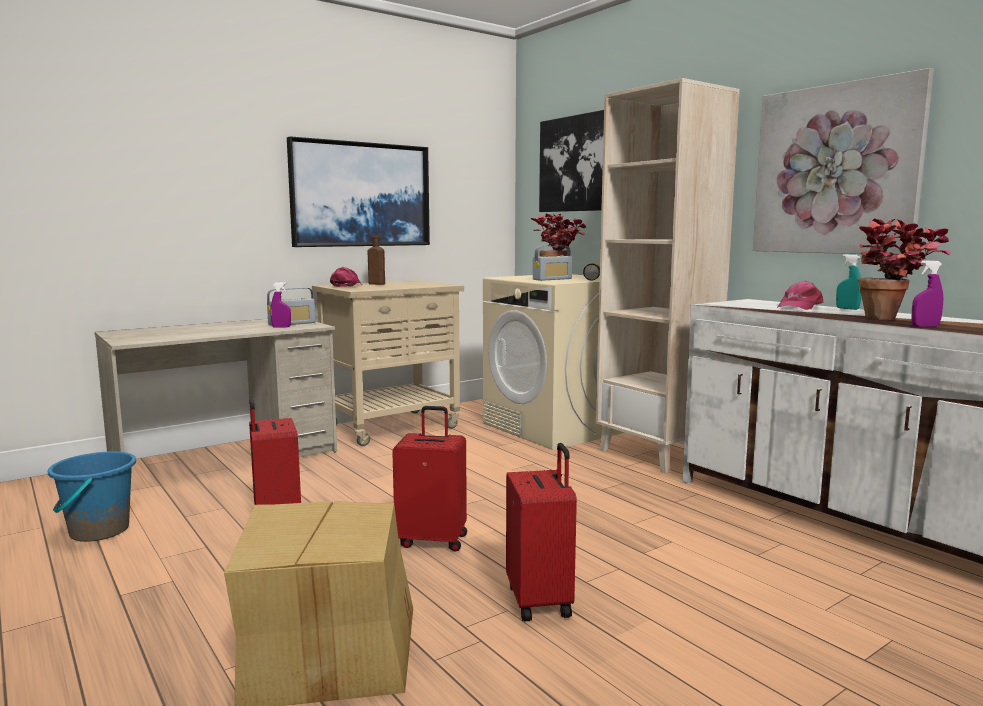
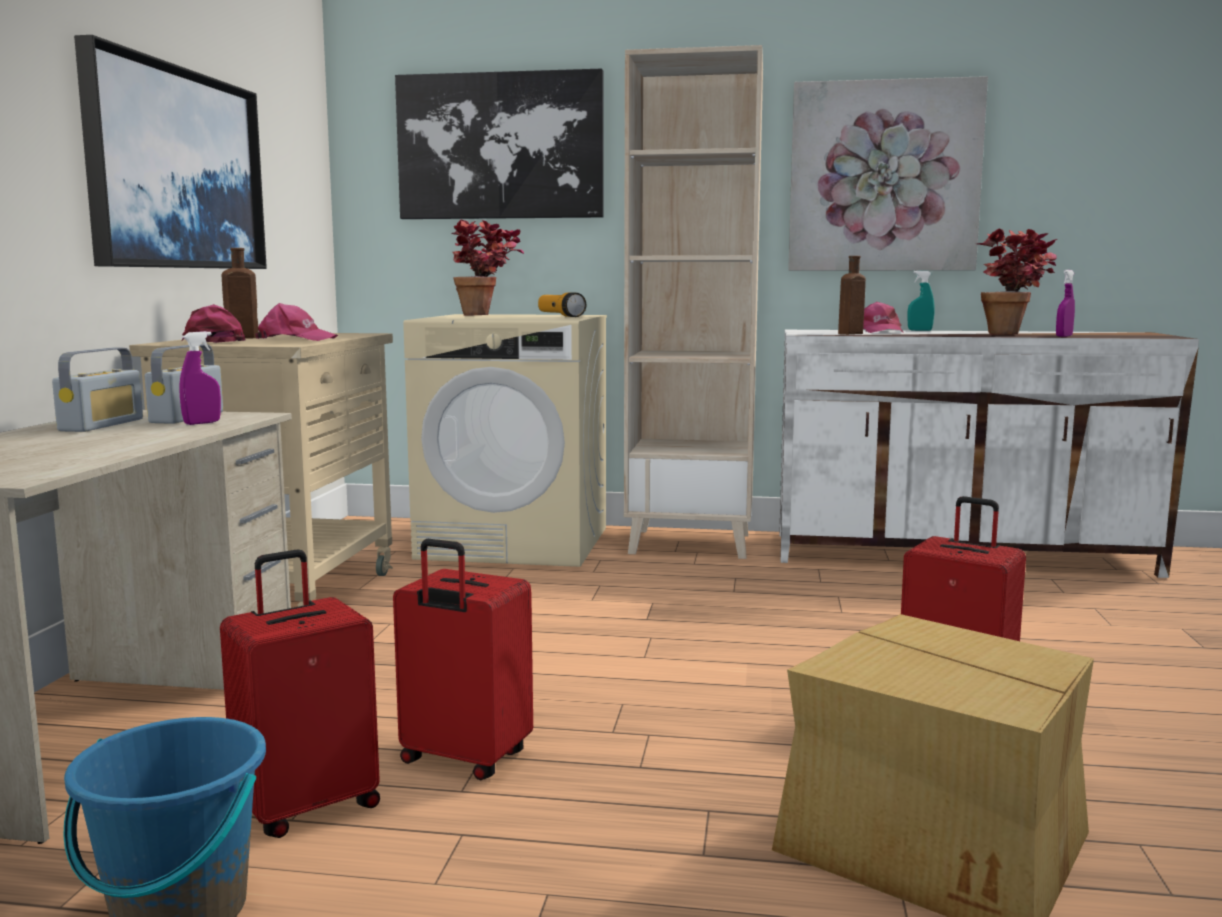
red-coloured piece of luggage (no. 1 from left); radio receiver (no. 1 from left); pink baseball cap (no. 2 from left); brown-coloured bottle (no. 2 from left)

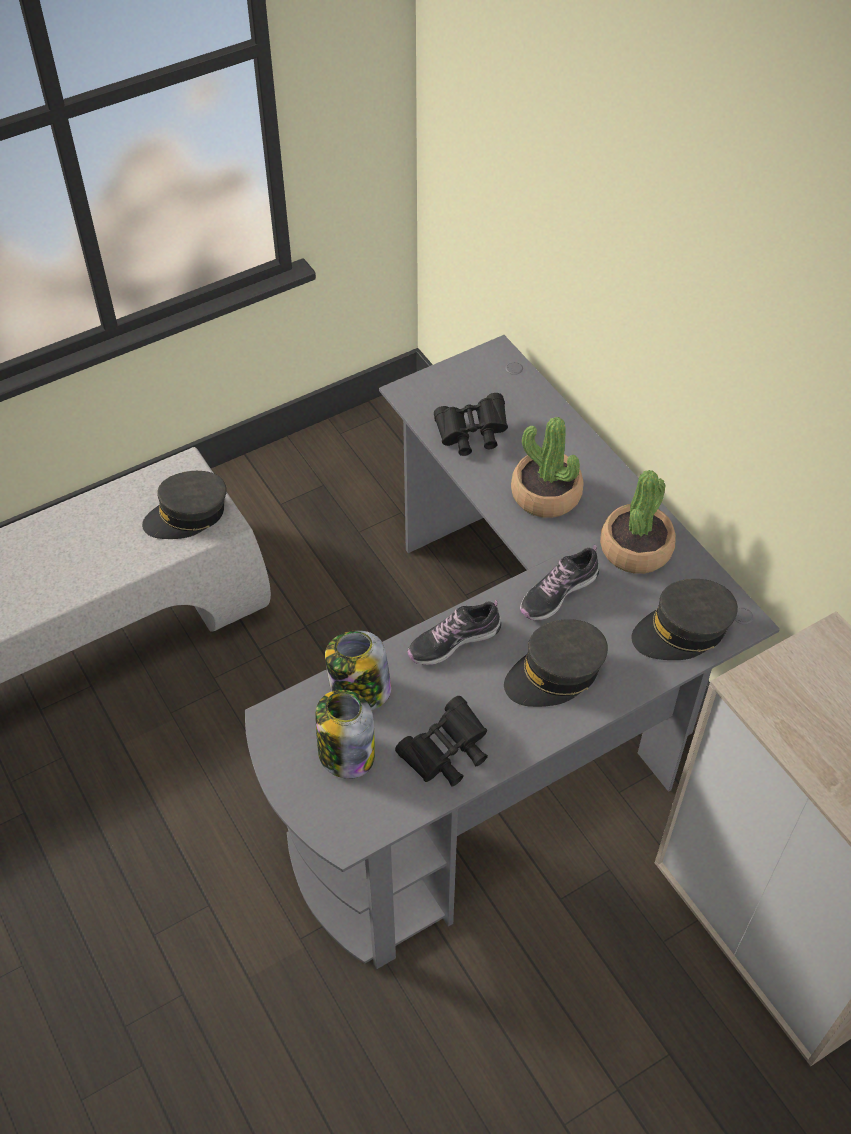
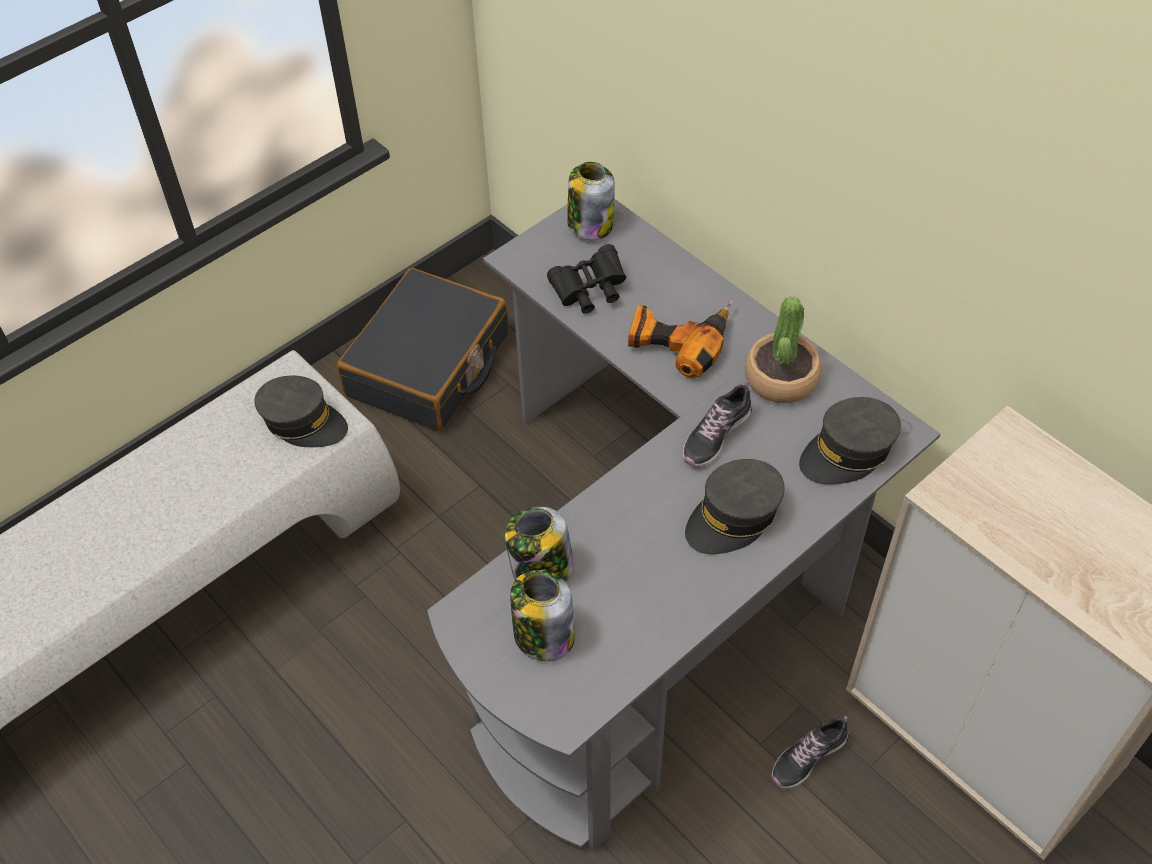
greyish baseball cap (no. 1 from left); black pair of binoculars (no. 1 from left in the first image); shoe (no. 2 from left); power drill; black piece of luggage; storage jar (no. 3 from left)

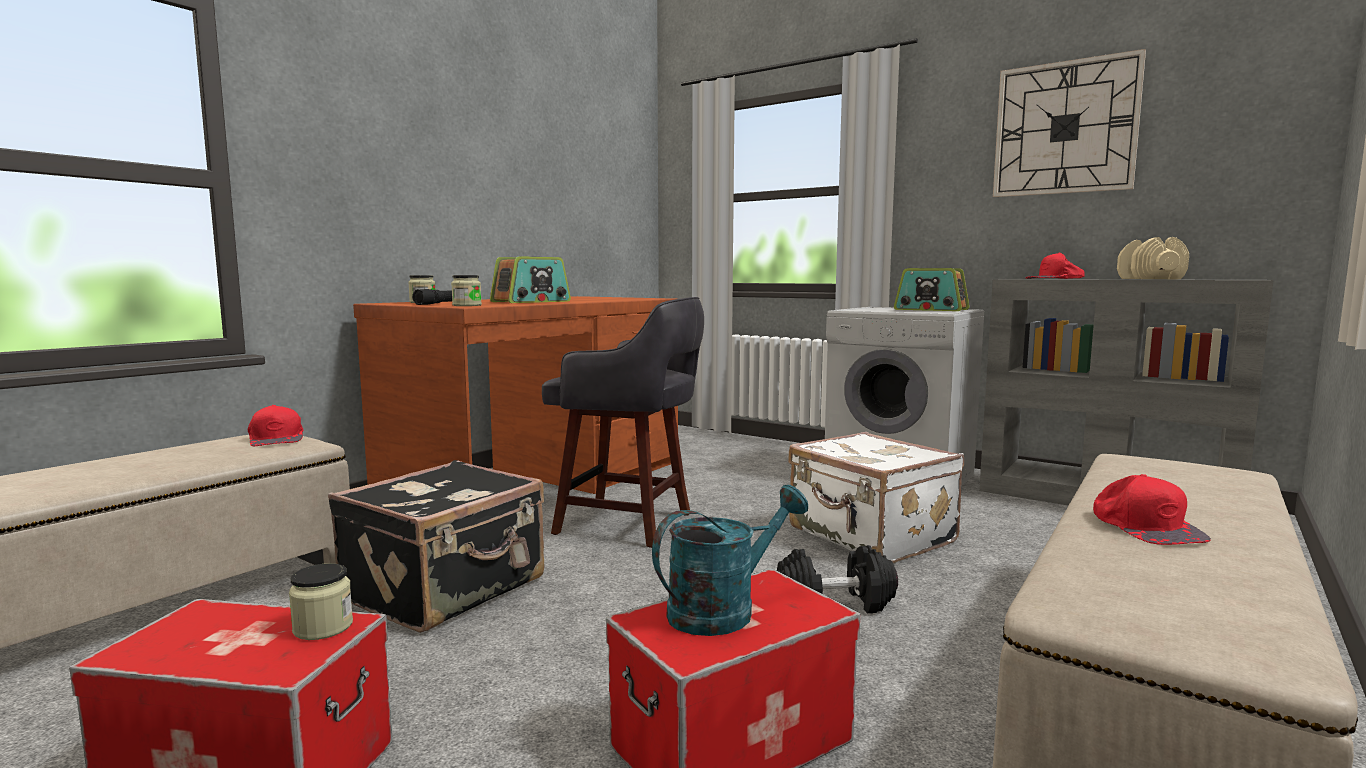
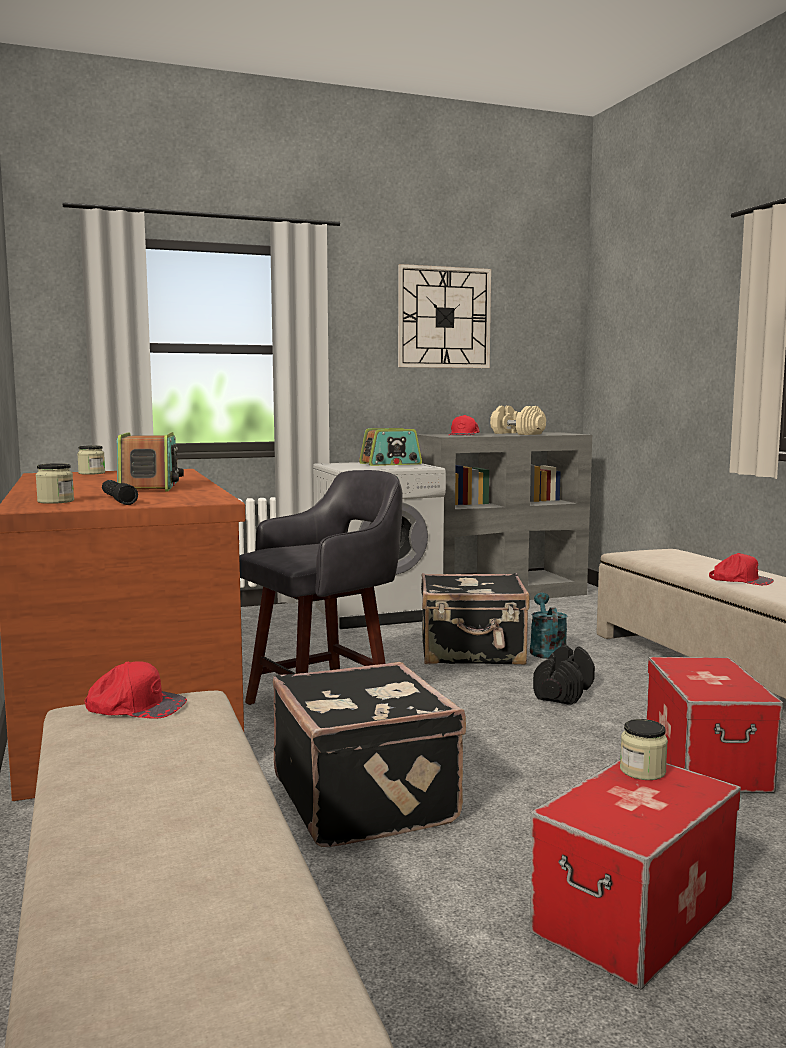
storage jar (no. 2 from left); turquoise watering pot; black piece of luggage (no. 2 from left)

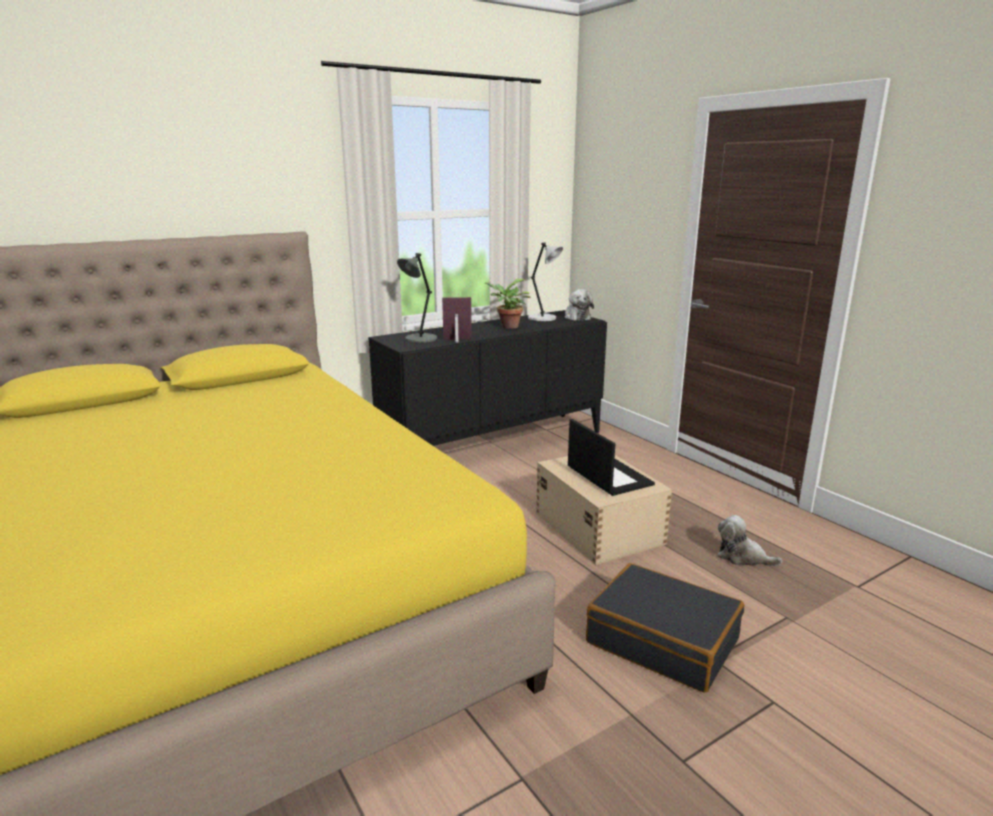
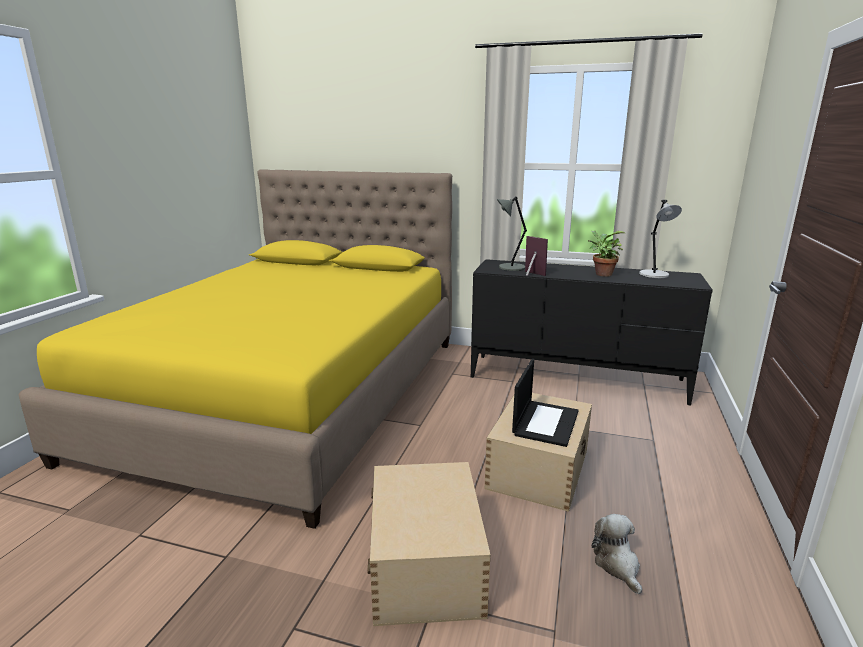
plush toy (no. 1 from left in the first image); sand-coloured storage container (no. 1 from left)

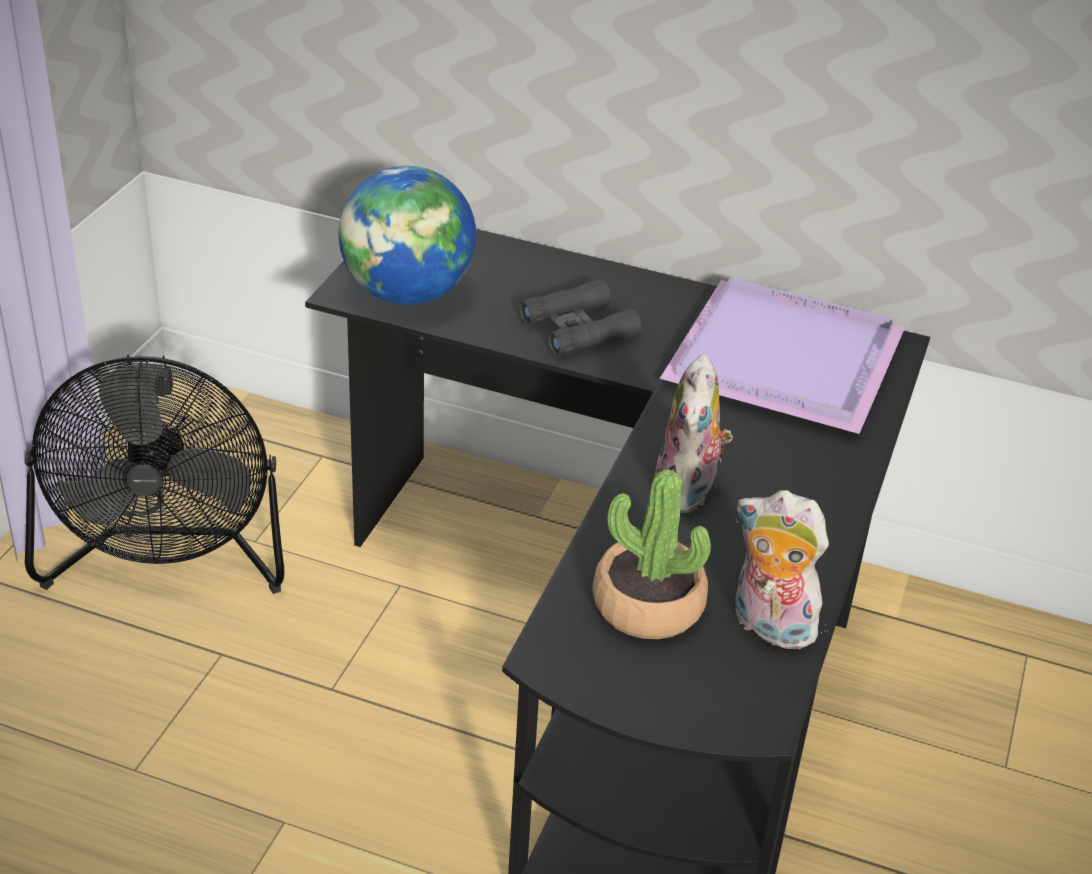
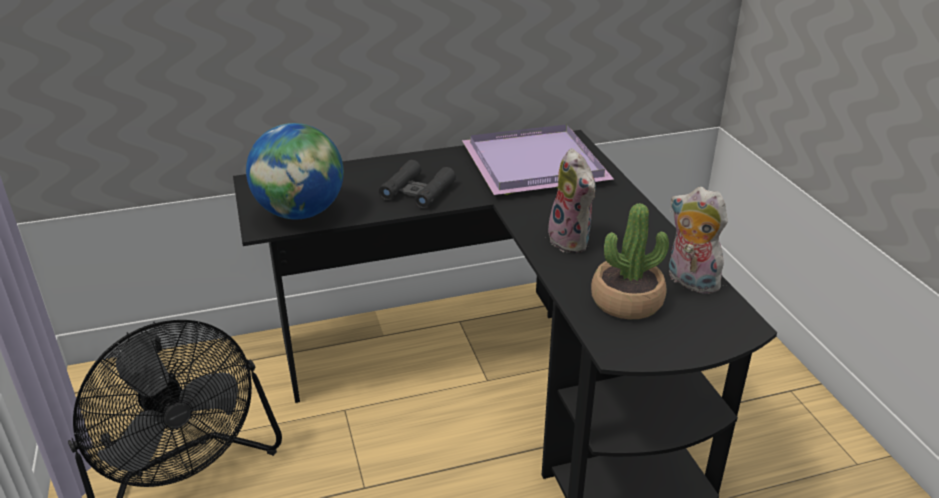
plush toy (no. 2 from left)

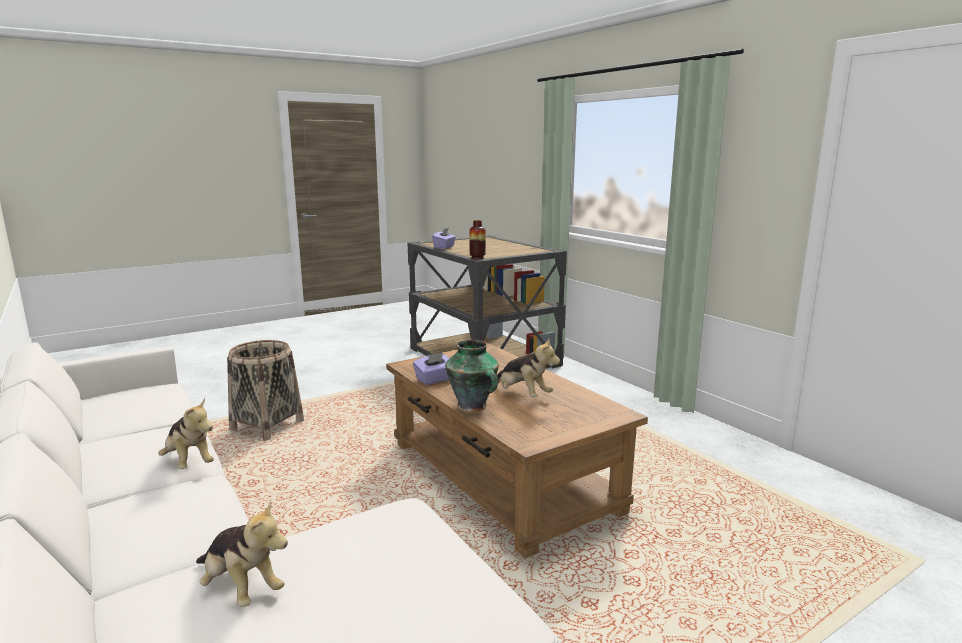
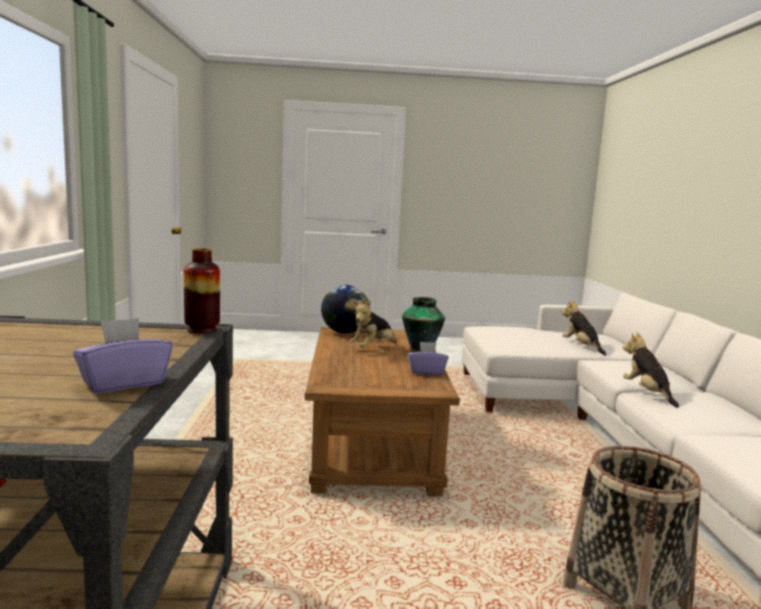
plush toy (no. 1 from left); globe

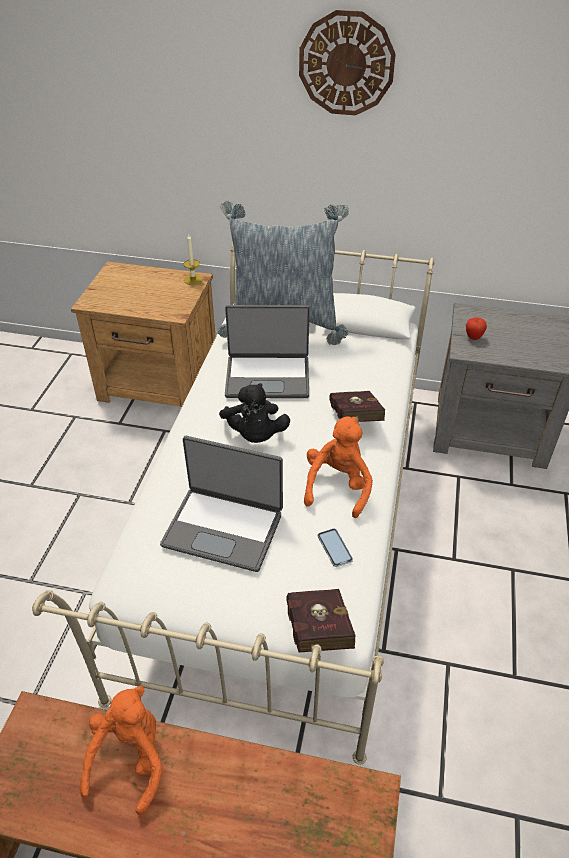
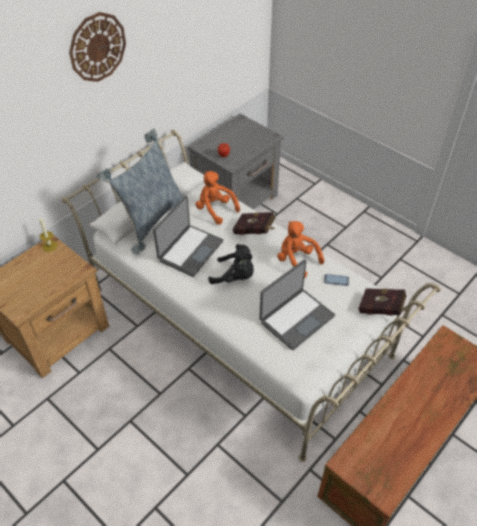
orange plush toy (no. 1 from left)

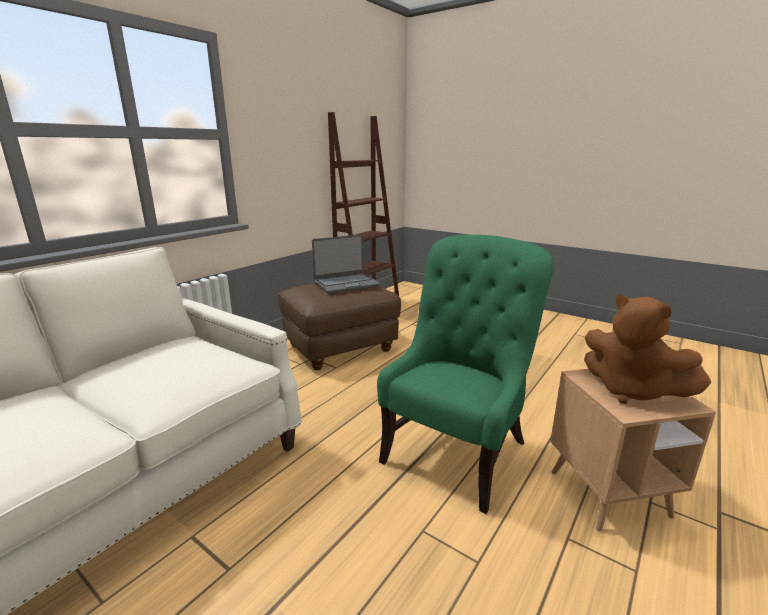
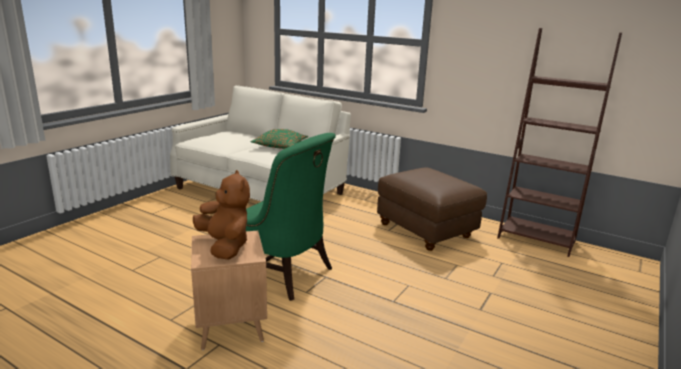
notebook computer; brown-coloured plush toy; green-coloured cushion

